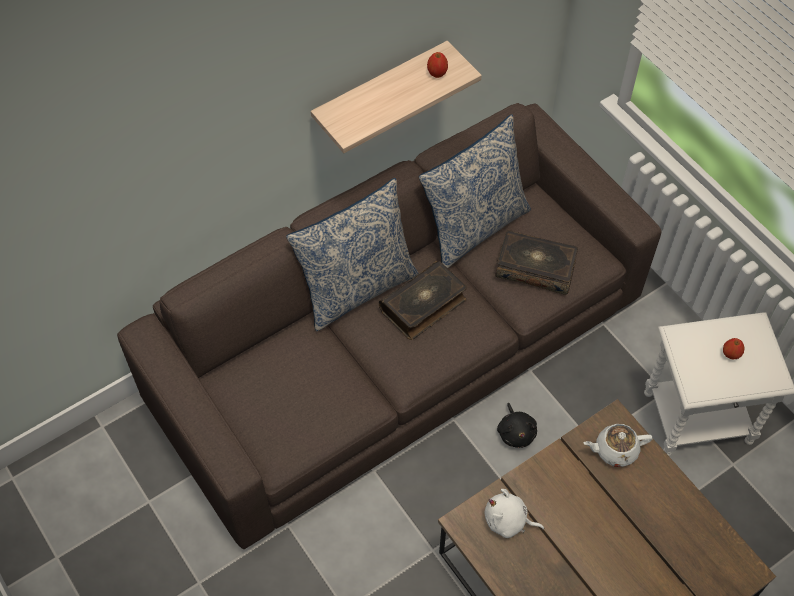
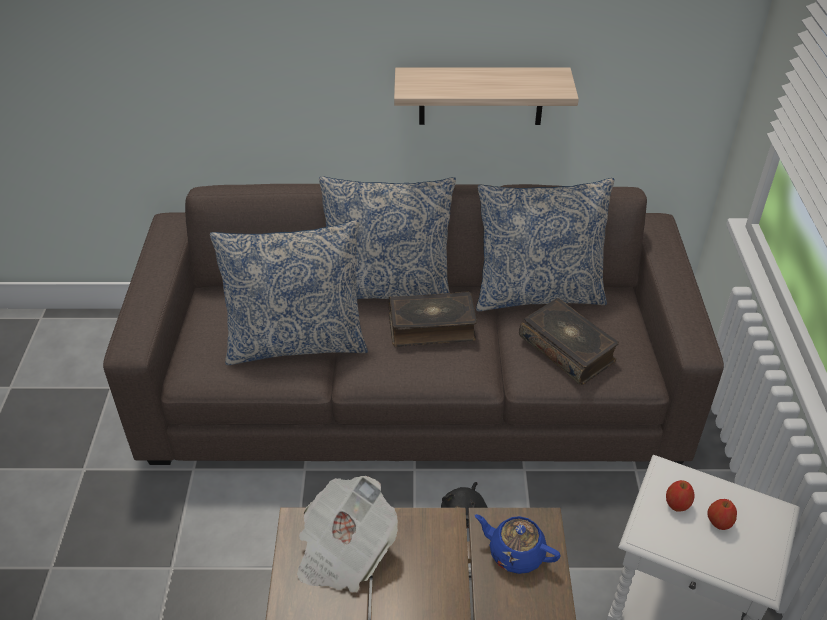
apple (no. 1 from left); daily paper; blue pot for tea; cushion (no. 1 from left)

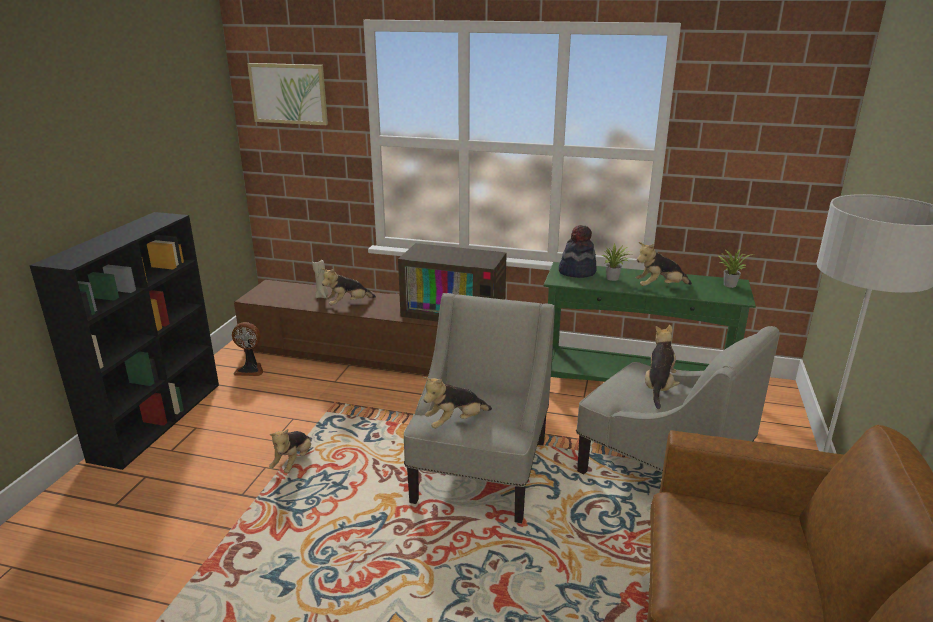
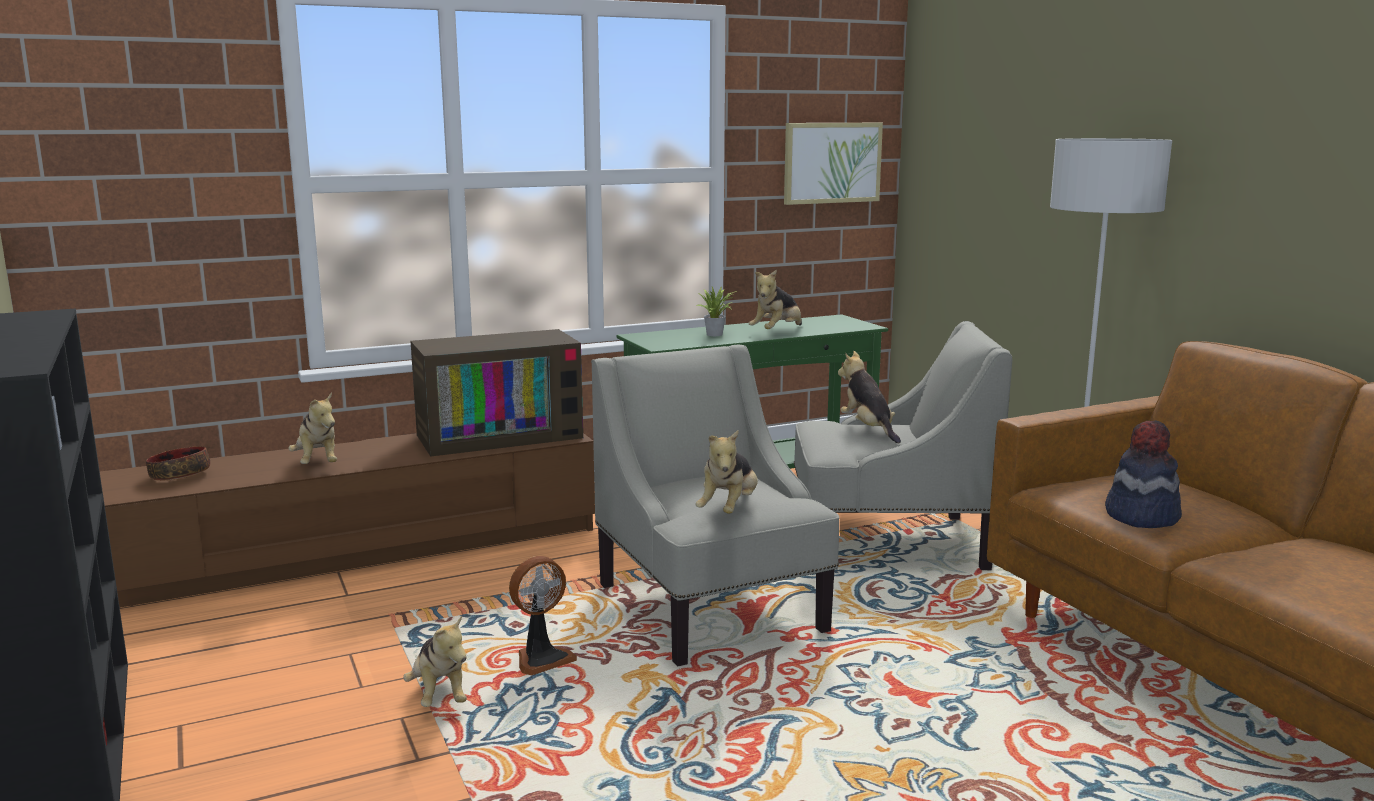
cooling fan; wall art; sand-coloured wax candle; plush toy (no. 1 from left); clothing hat; potted plant (no. 2 from left in the first image); deep dish

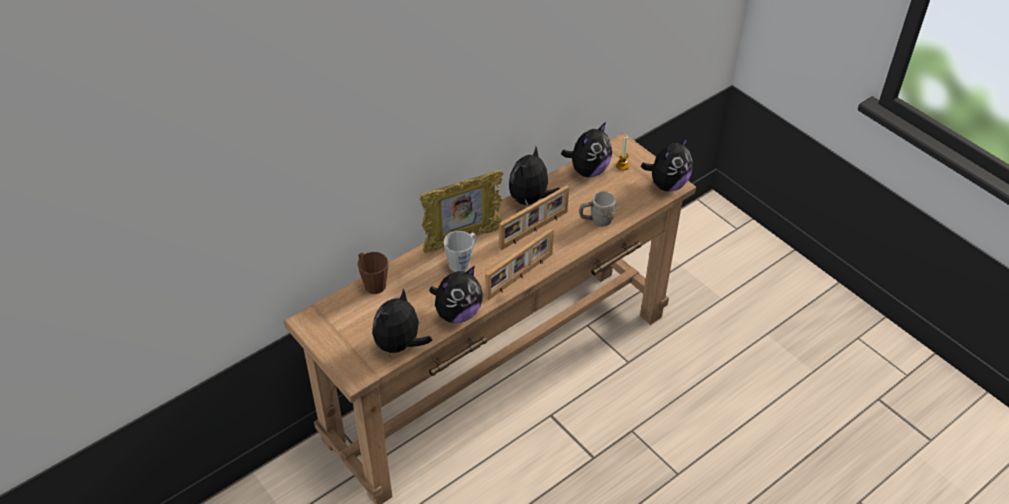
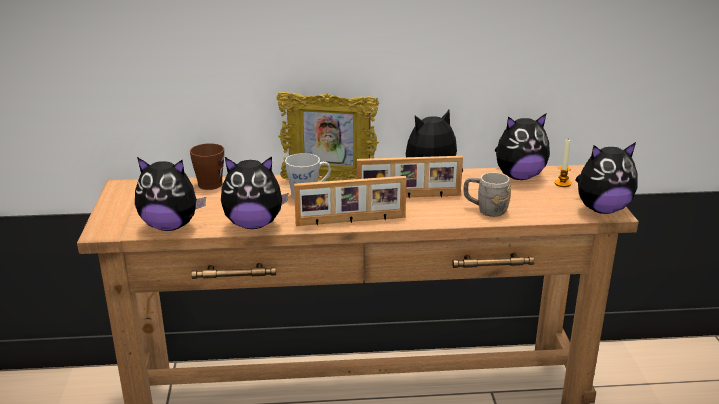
plush toy (no. 1 from left)

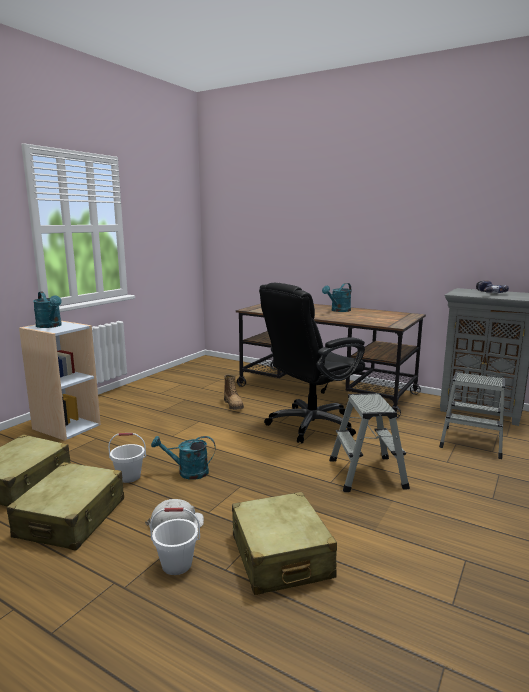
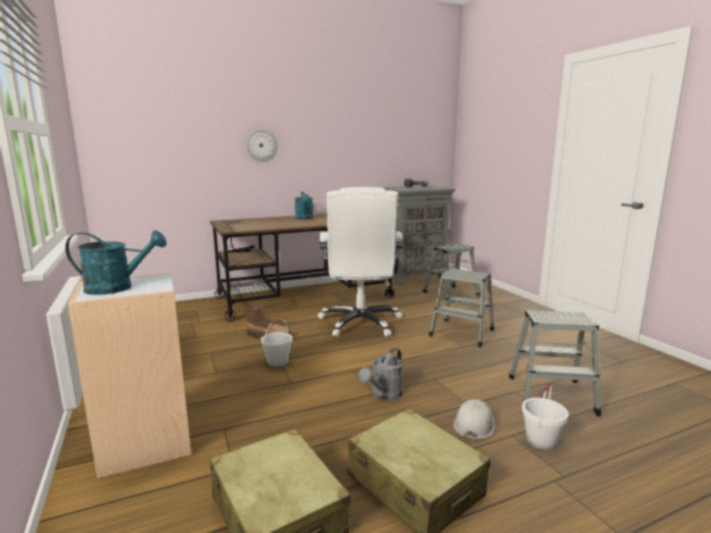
white bucket (no. 1 from left); greyish watering pot; greyish step ladder (no. 3 from left); white office chair; wall clock

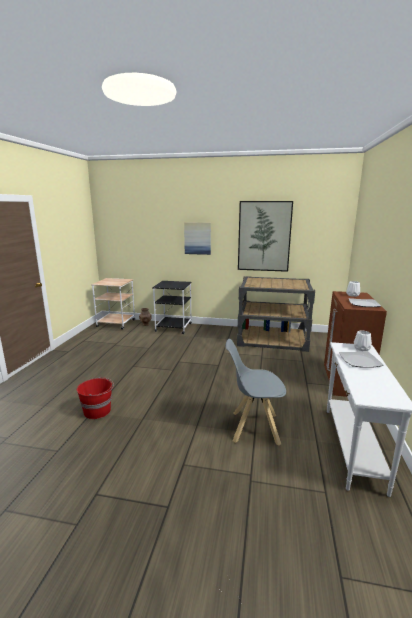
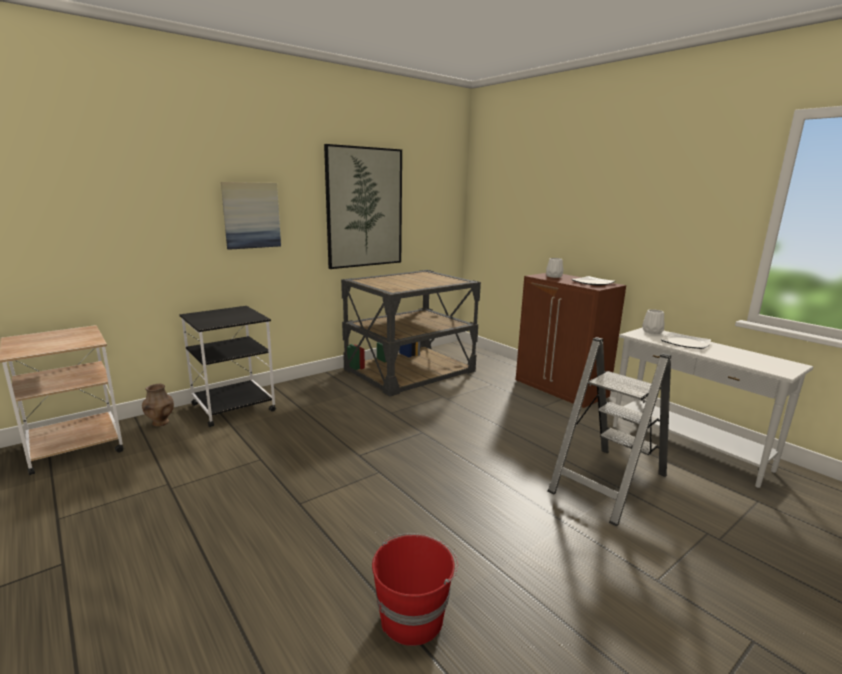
greyish step ladder

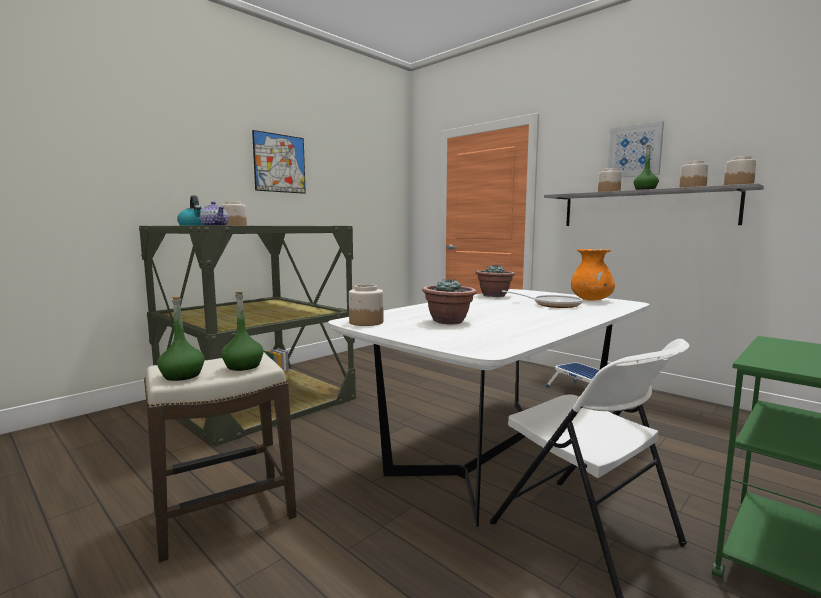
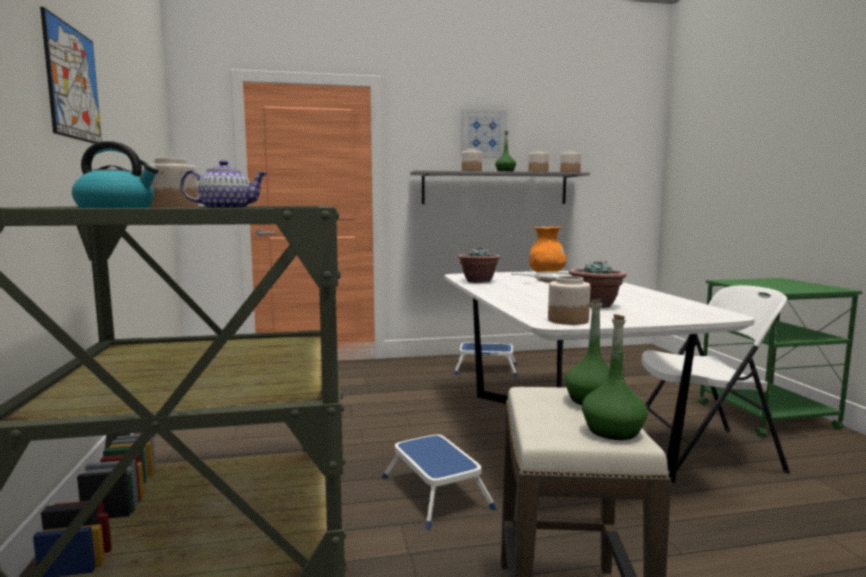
blue step ladder (no. 1 from left)

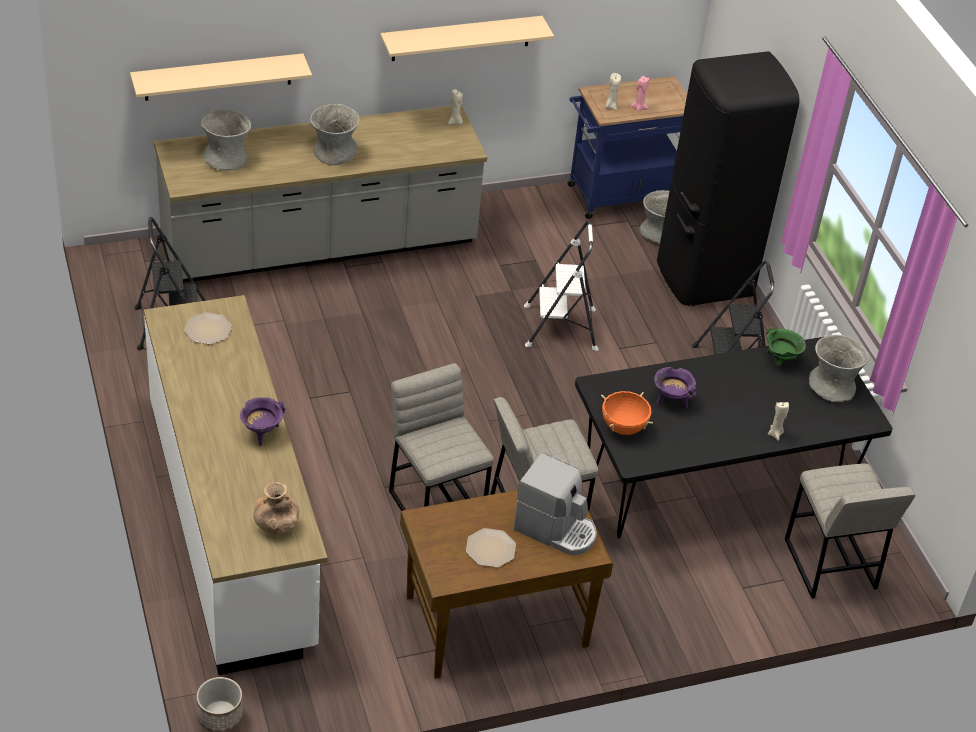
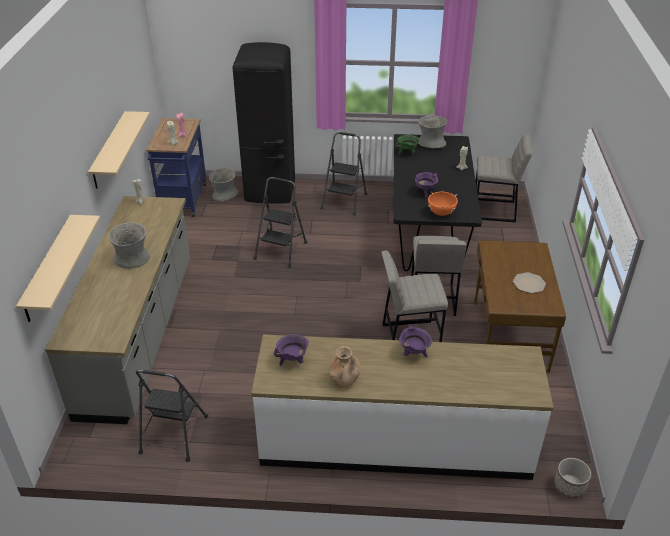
purplish saucepot (no. 1 from left); greyish decorative vase (no. 1 from left in the first image); brown-coloured decorative vase; coffee machine; black step ladder (no. 2 from left)

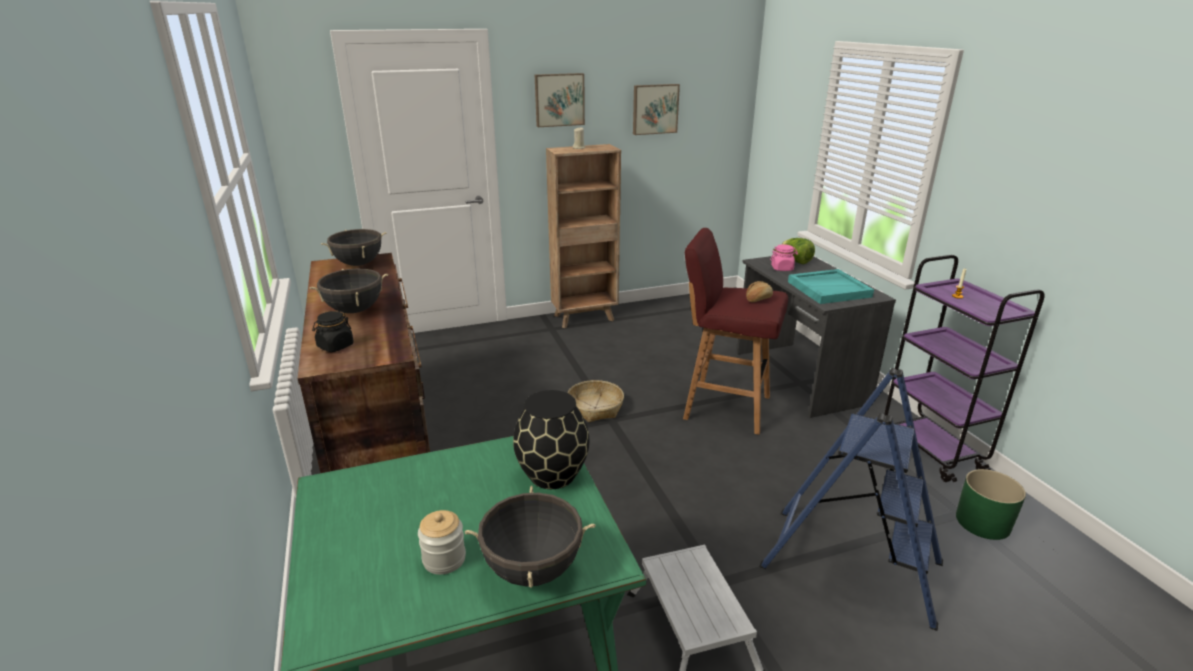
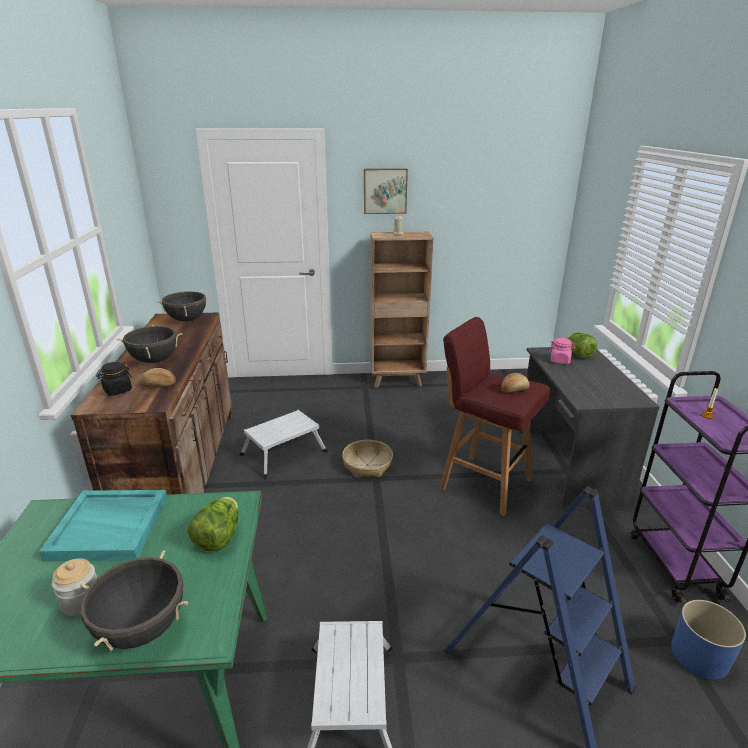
lettuce (no. 1 from left); wall art (no. 2 from left in the first image); turquoise tray; blue plant pot; baked bread (no. 1 from left); white step ladder (no. 1 from left)

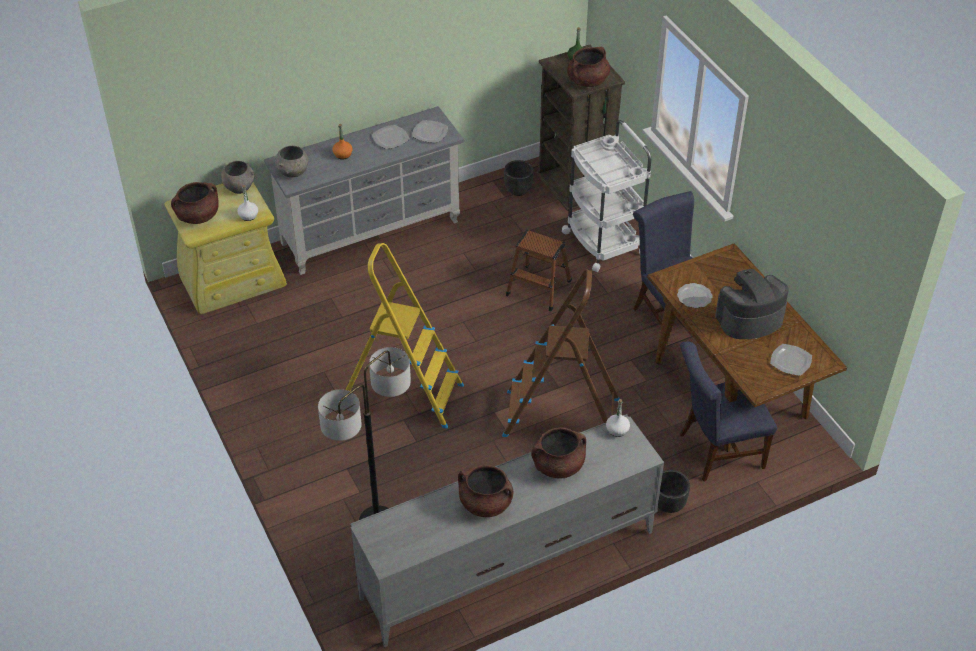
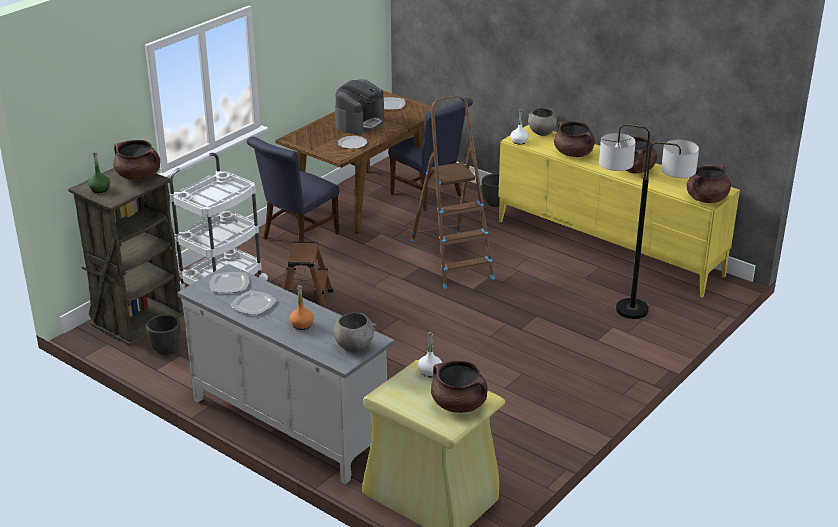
greyish deep dish (no. 2 from left); yellow-coloured step ladder; yellow-coloured storage cabinet; coffee machine; brown-coloured saucepot (no. 5 from left)

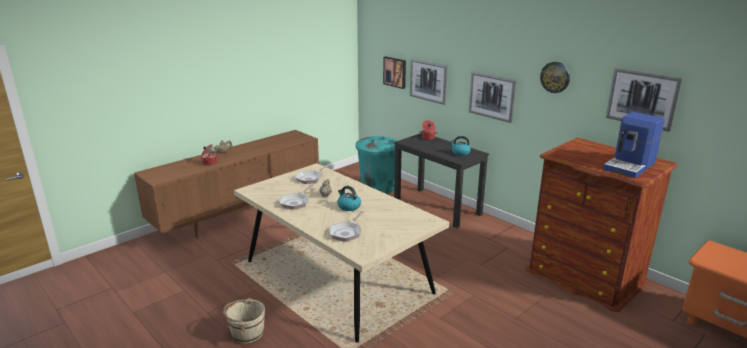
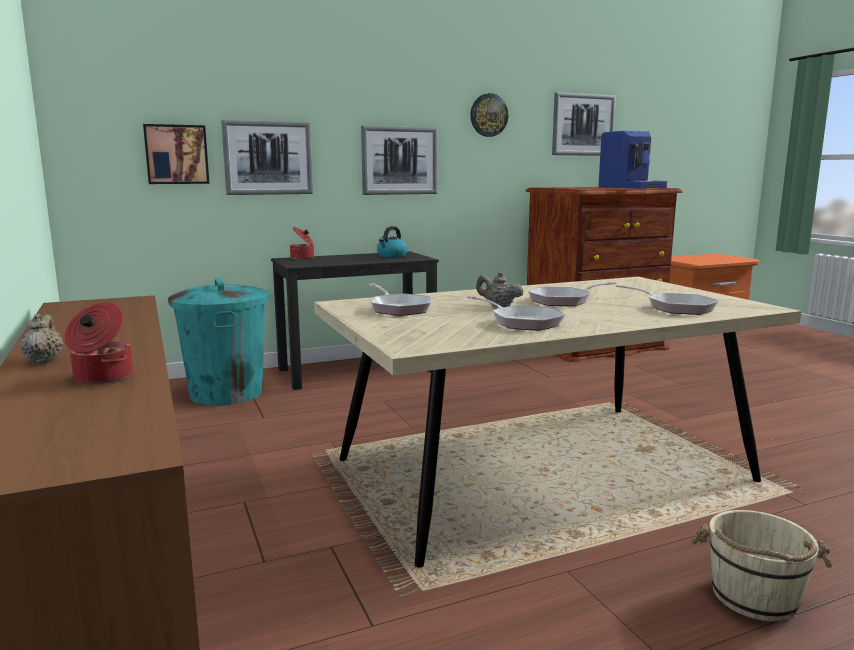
skillet (no. 3 from left)

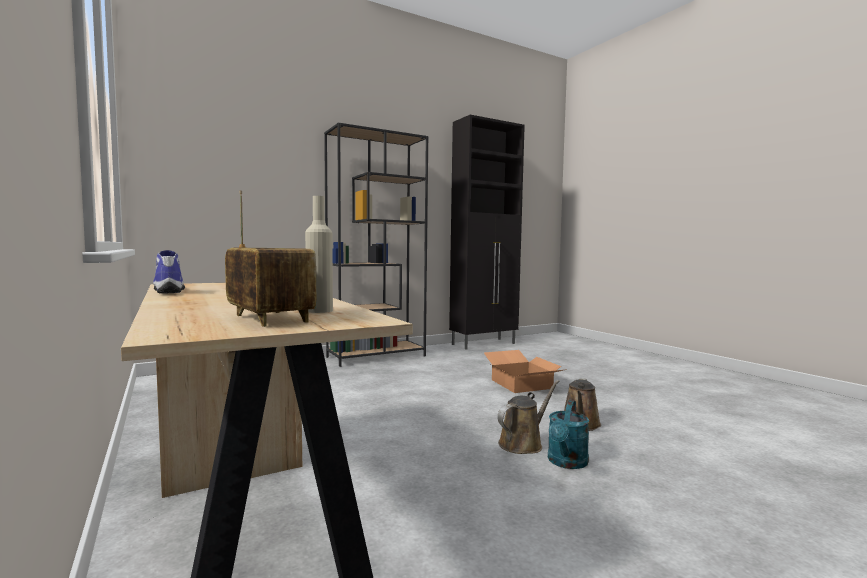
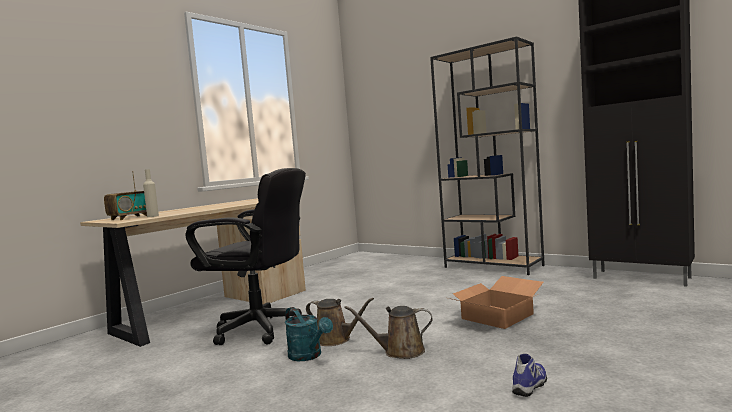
shoe; turquoise watering pot; black office chair

